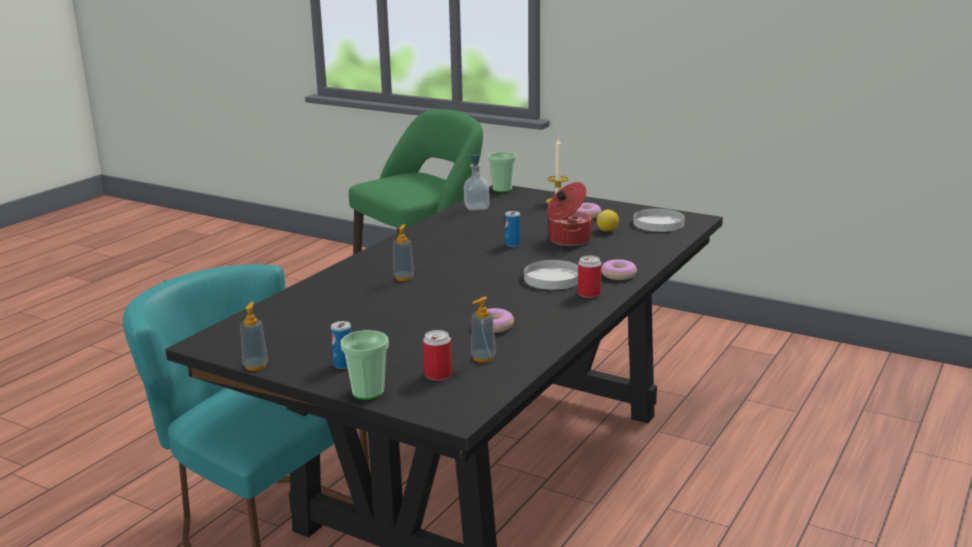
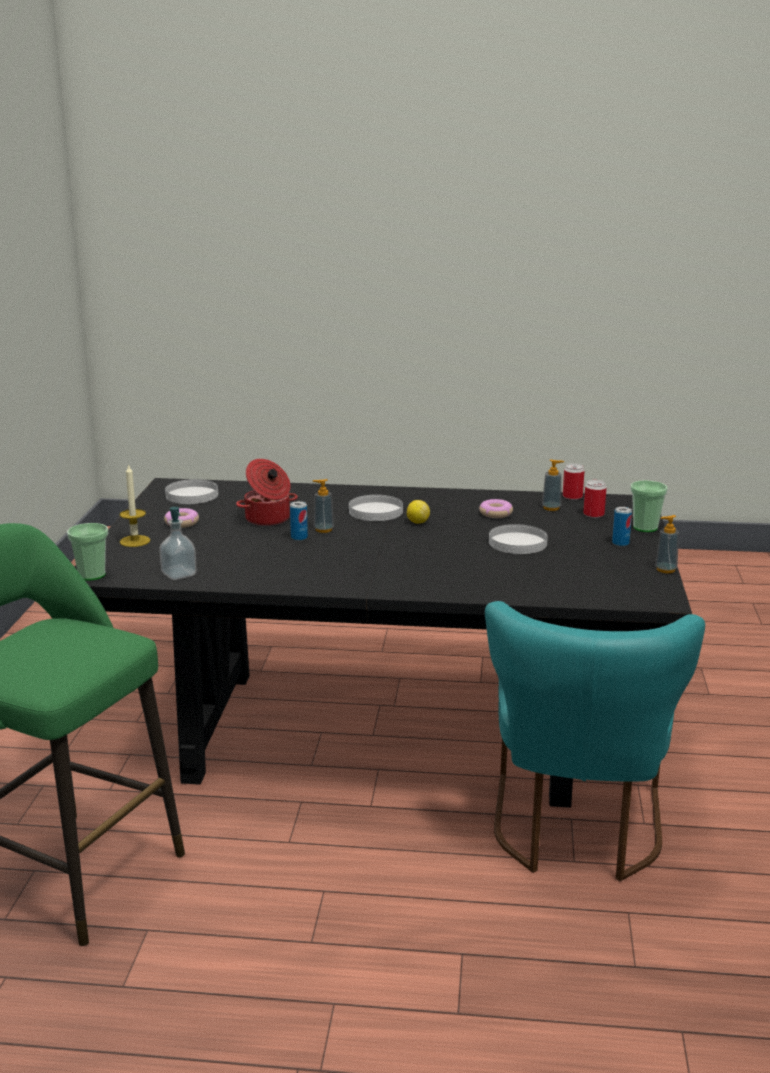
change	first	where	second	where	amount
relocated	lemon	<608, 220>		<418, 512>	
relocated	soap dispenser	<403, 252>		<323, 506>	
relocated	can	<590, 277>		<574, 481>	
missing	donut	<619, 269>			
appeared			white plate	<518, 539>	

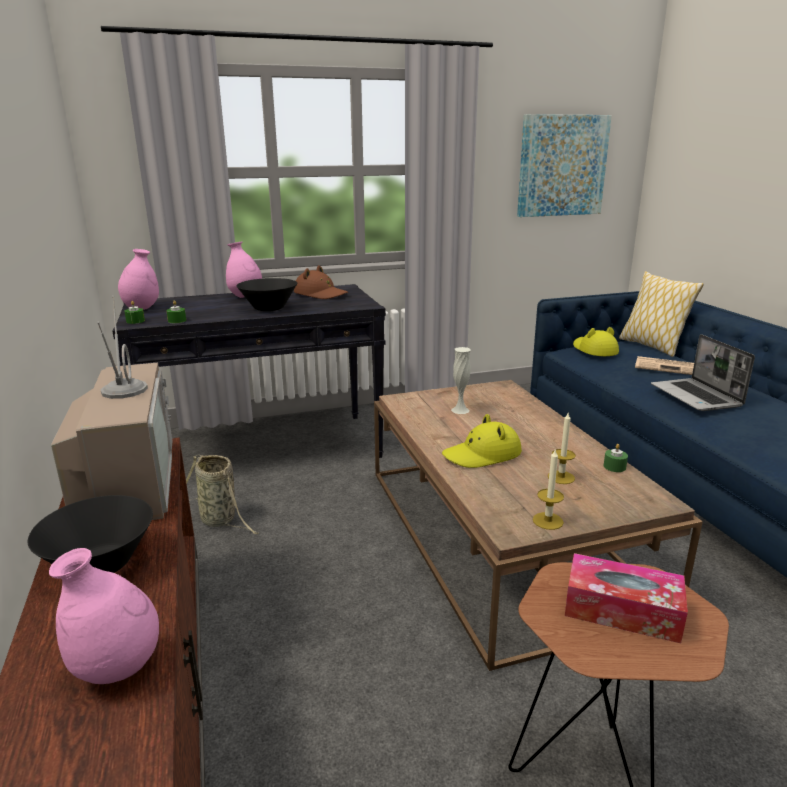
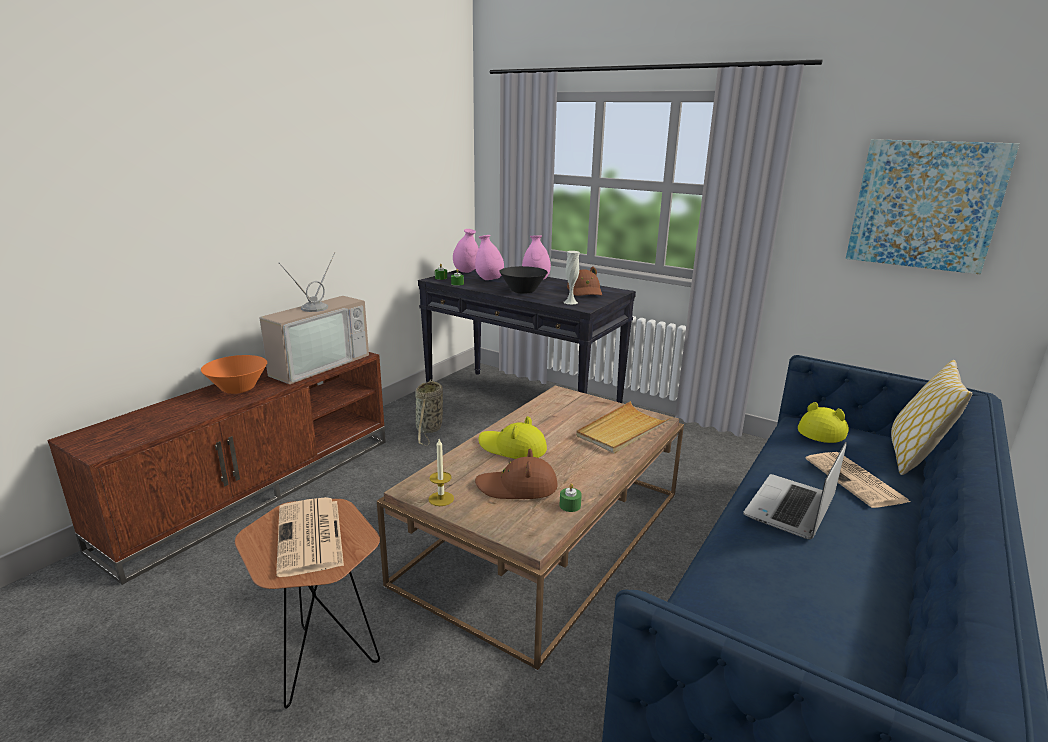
change	first	where	second	where	amount
relocated	white vase	<461, 380>		<572, 278>	
exchanged	candle	<562, 448>	brown hat	<516, 474>	
colour	black bowl	<90, 534>	orange bowl	<234, 374>	
relocated	pink vase	<104, 616>		<489, 257>	
exchanged	tissue box	<626, 598>	newspaper	<310, 537>	
appeared			beige tray	<624, 427>	

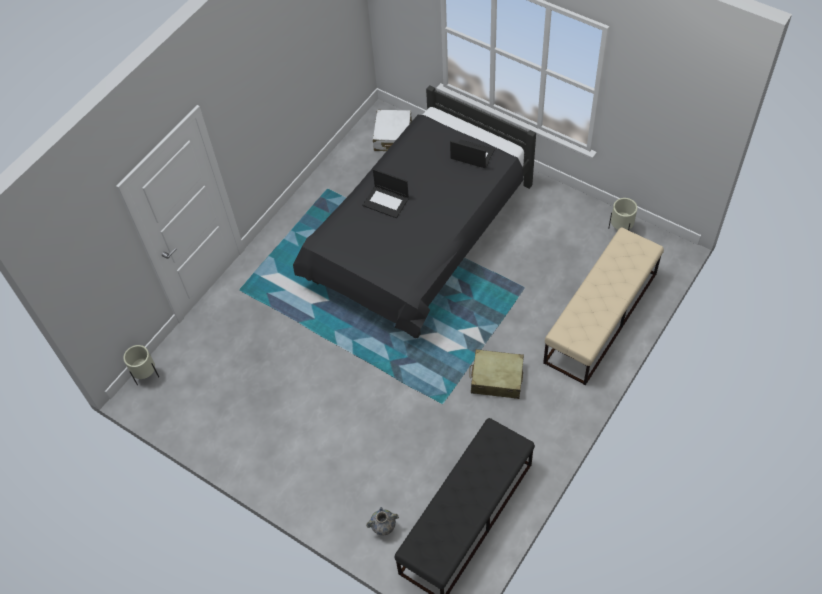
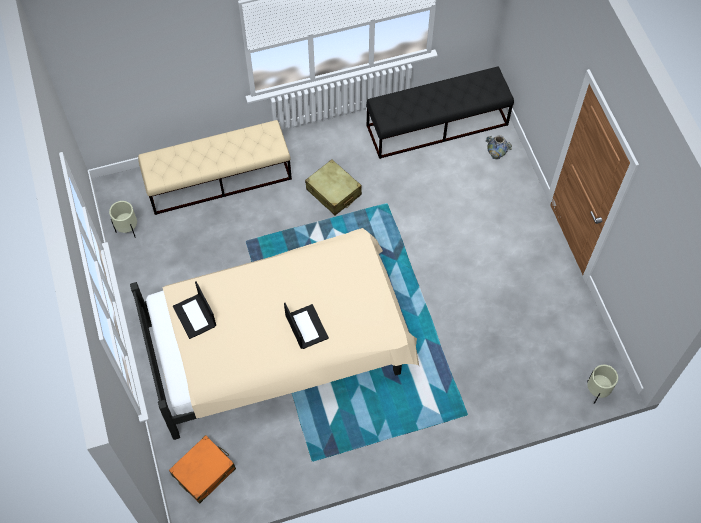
change	first	where	second	where	amount
colour	black bed	<414, 211>	beige bed	<274, 334>	
colour	white suitcase	<392, 130>	orange suitcase	<202, 469>	

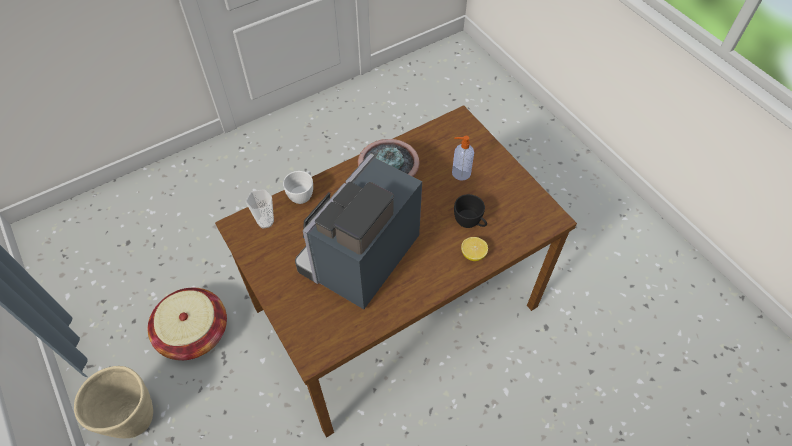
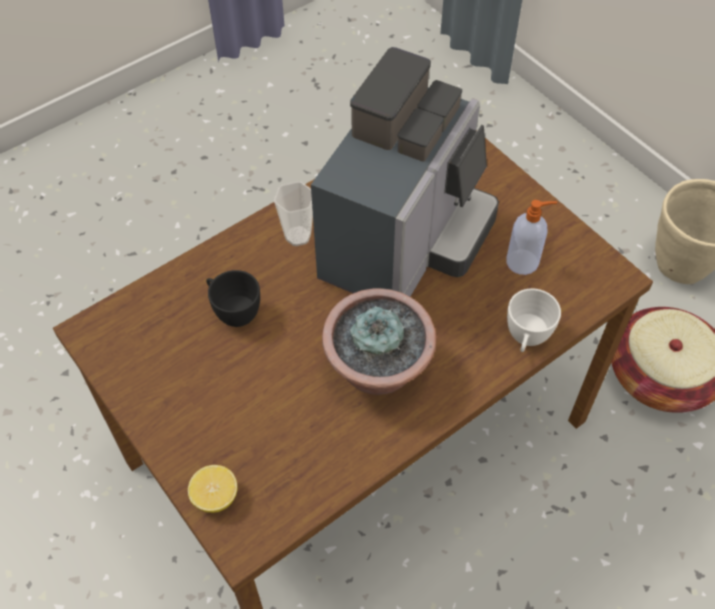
change	first	where	second	where	amount
relocated	soap dispenser	<463, 158>		<531, 237>	
relocated	cup	<260, 209>		<293, 213>	
relocated	lemon	<474, 249>		<213, 489>	

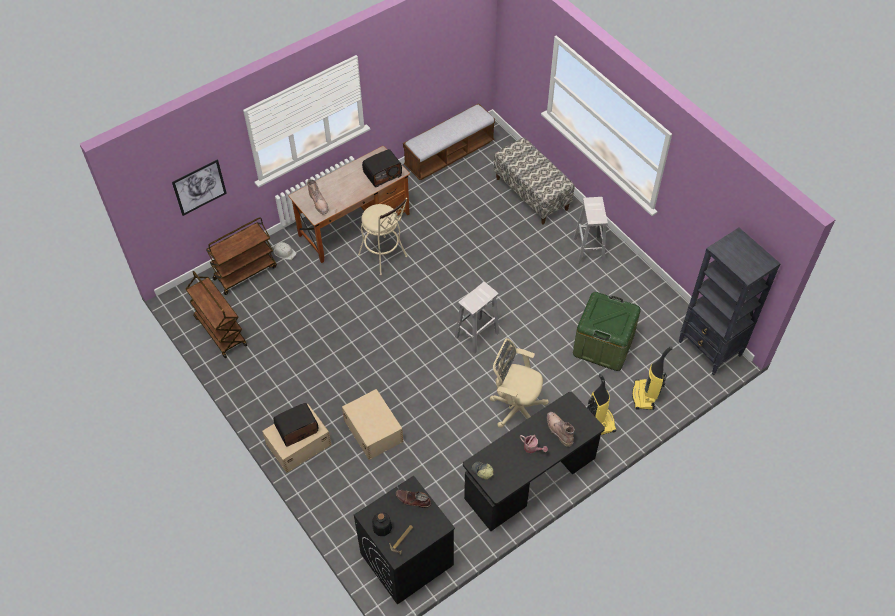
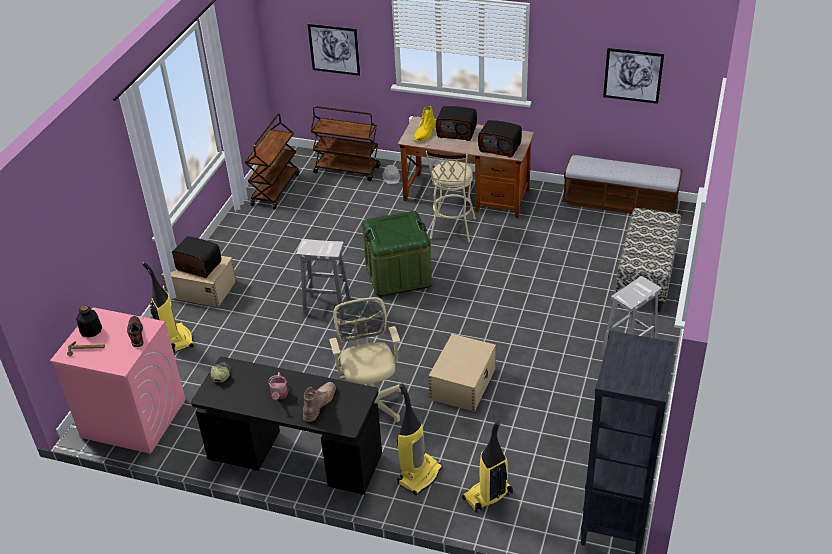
change	first	where	second	where	amount
colour	brown boot	<317, 196>	yellow boot	<424, 124>	
relocated	white stool	<477, 318>		<323, 277>	
relocated	green storage box	<607, 331>		<397, 253>	
relocated	beige storage box	<372, 424>		<462, 373>	
colour	black washing machine	<404, 540>	pink washing machine	<118, 380>	
appeared			picture	<633, 76>	
appeared			radio	<456, 123>	
appeared			vacuum cleaner	<167, 307>	

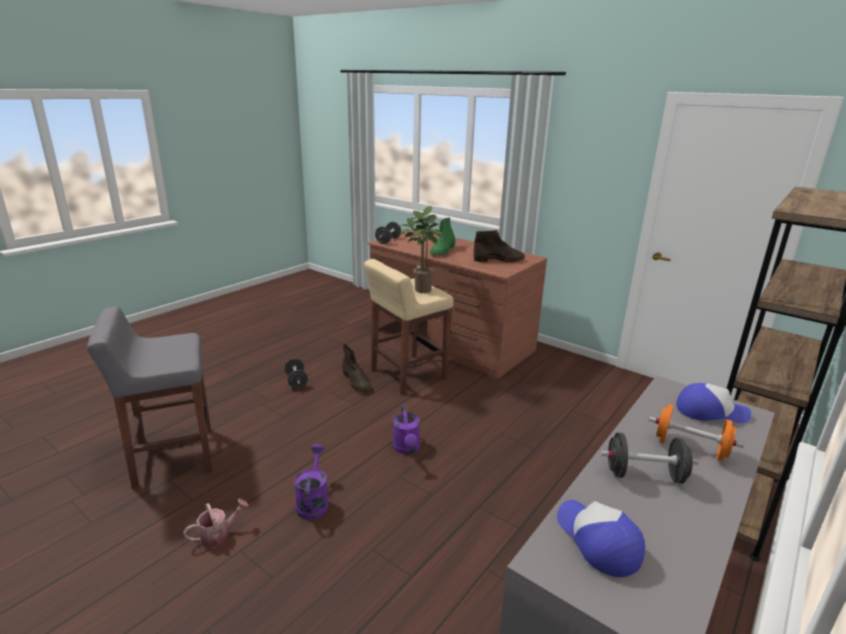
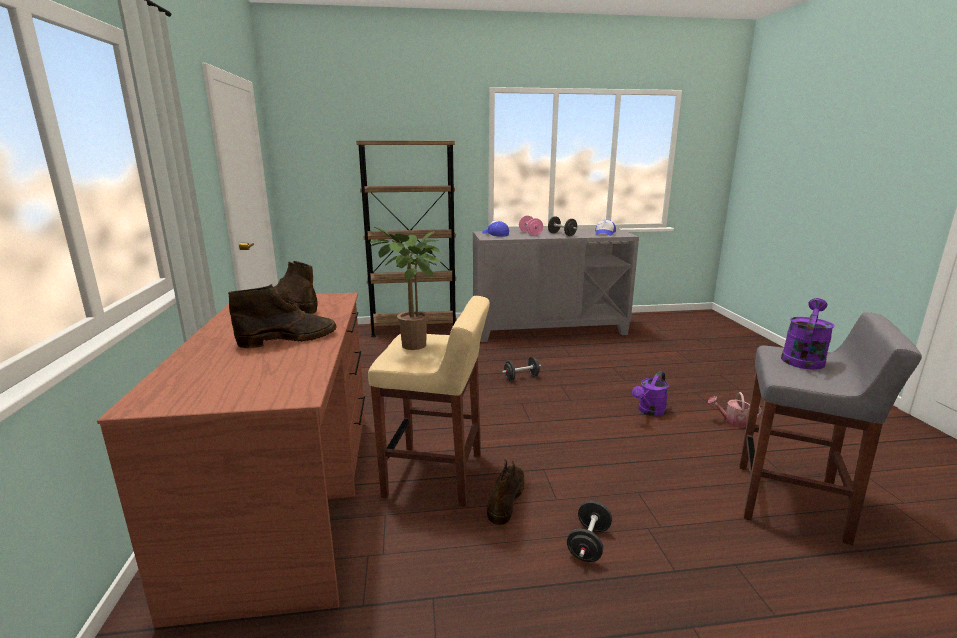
change	first	where	second	where	amount
colour	green boot	<443, 236>	brown boot	<282, 316>	
relocated	black dumbbell	<388, 233>		<521, 369>	
colour	orange dumbbell	<696, 432>	pink dumbbell	<531, 225>	
relocated	purple watering can	<406, 429>		<808, 334>	

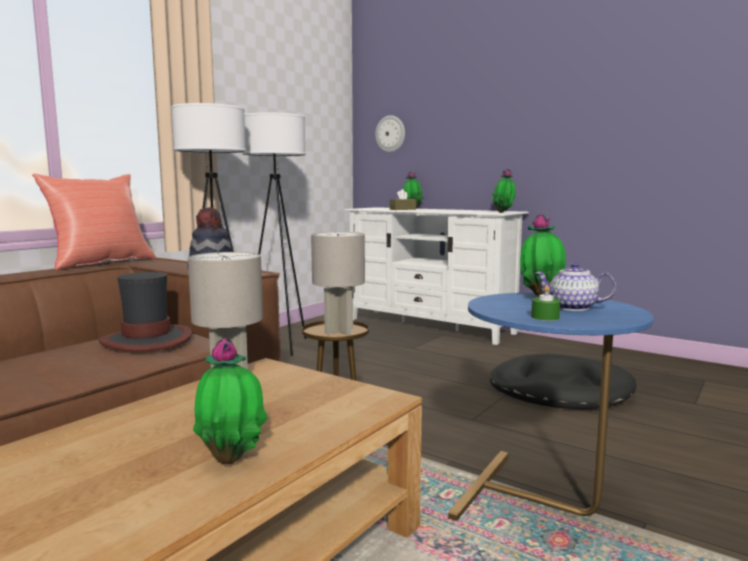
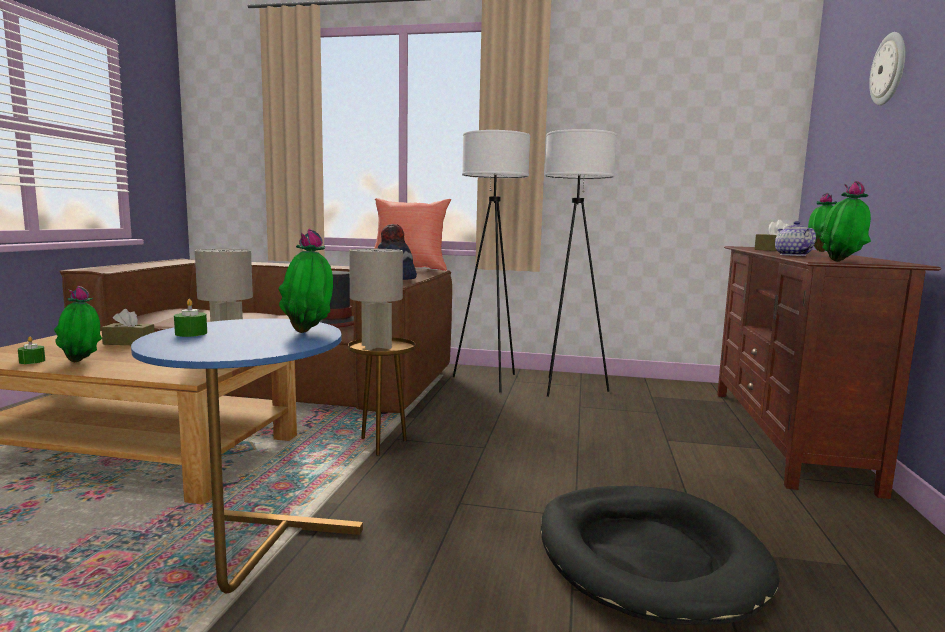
change	first	where	second	where	amount
relocated	wall clock	<390, 133>		<887, 68>	
colour	white tv stand	<436, 276>	brown tv stand	<829, 372>	
relocated	teapot	<575, 287>		<795, 238>	
appeared			brown tissue box	<128, 327>	
appeared			green candle	<31, 350>	

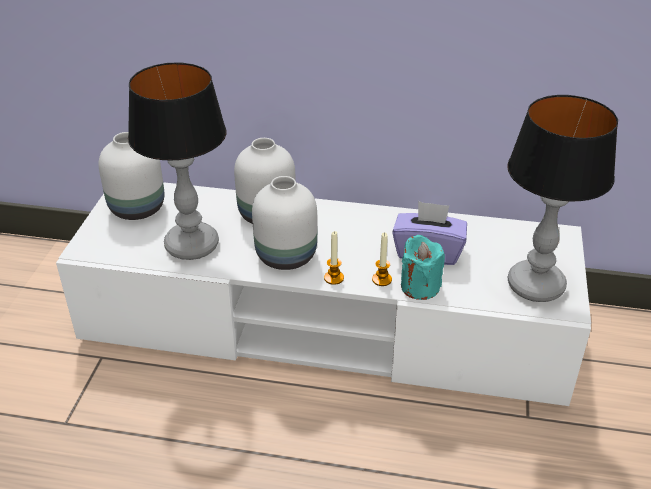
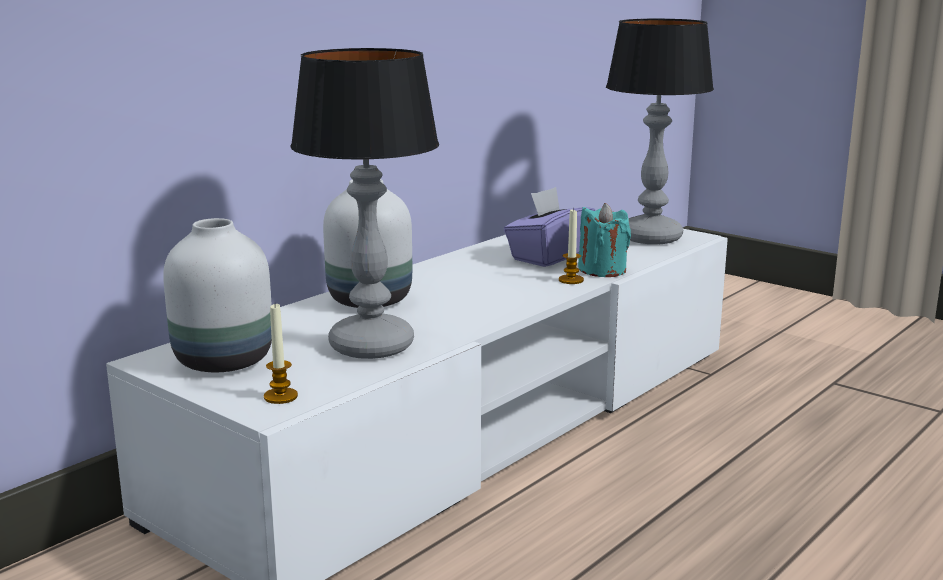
change	first	where	second	where	amount
missing	white vase	<284, 223>			
relocated	candle	<334, 258>		<281, 354>	

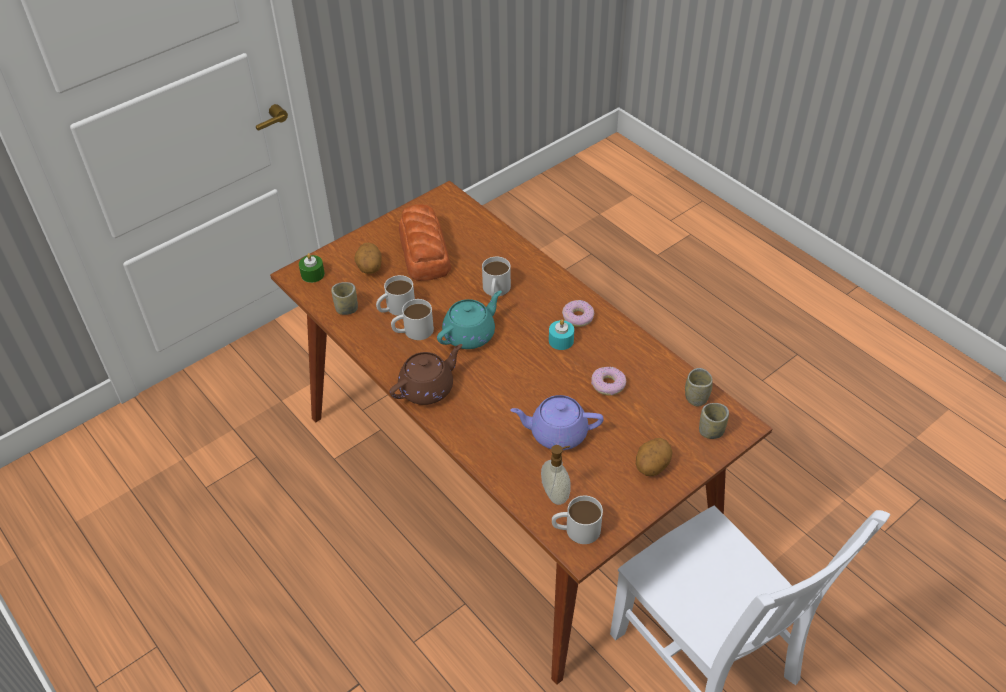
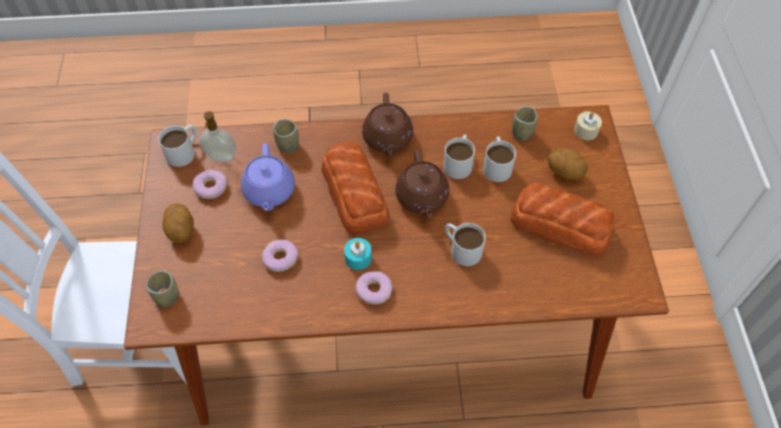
change	first	where	second	where	amount
colour	green candle	<312, 268>	beige candle	<588, 125>	
colour	turquoise teapot	<469, 320>	brown teapot	<422, 183>	
relocated	cup	<699, 387>		<286, 136>	
spun	purple teapot	<557, 422>		<268, 177>	135 degrees clockwise
appeared			bread	<355, 188>	
appeared			donut	<210, 184>	

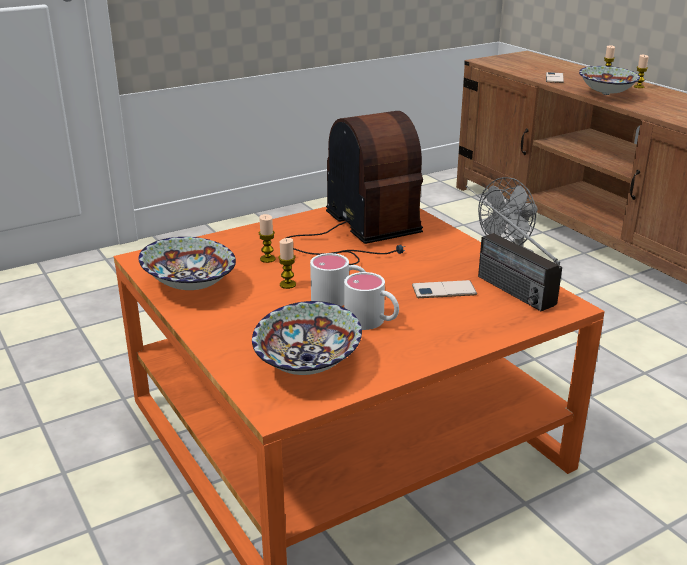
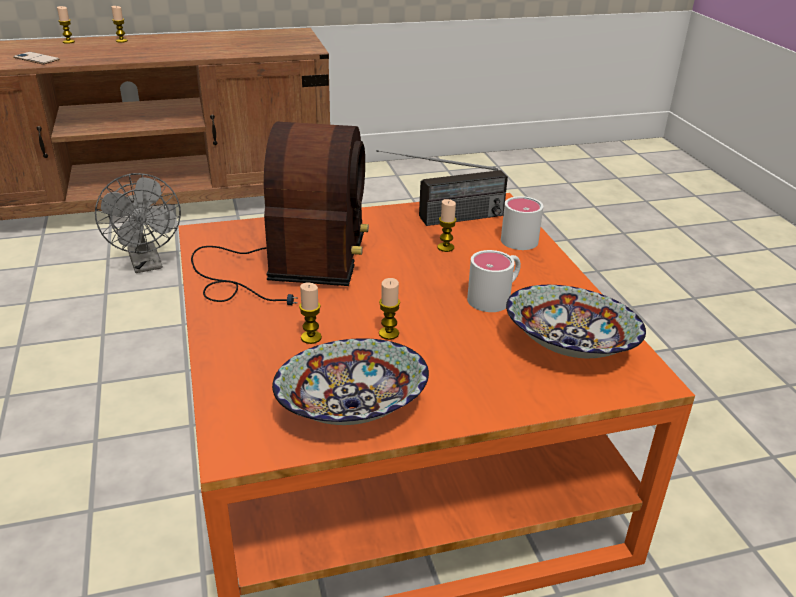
change	first	where	second	where	amount
missing	bowl	<609, 80>			
spun	radio	<354, 188>		<280, 213>	105 degrees clockwise
relocated	white mug	<338, 279>		<522, 223>	
exchanged	phone	<444, 289>	candle	<447, 225>	

